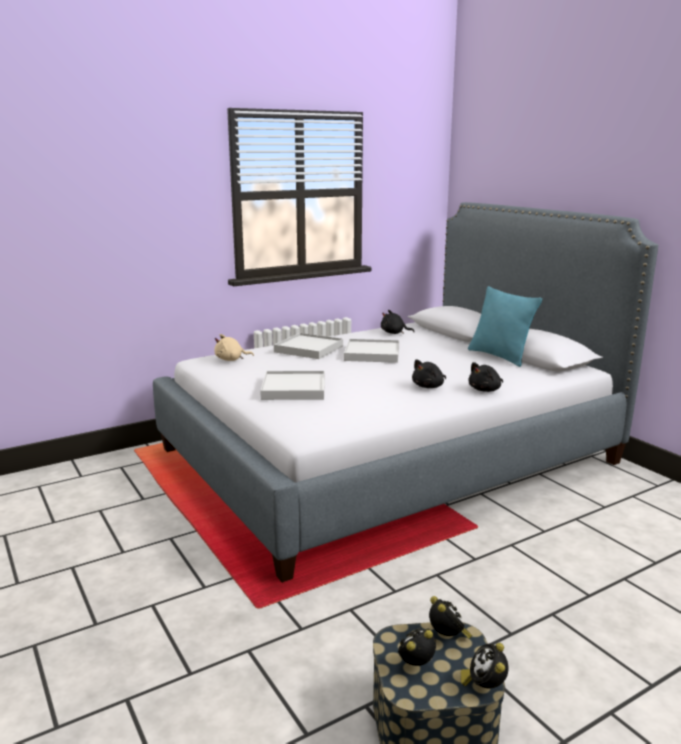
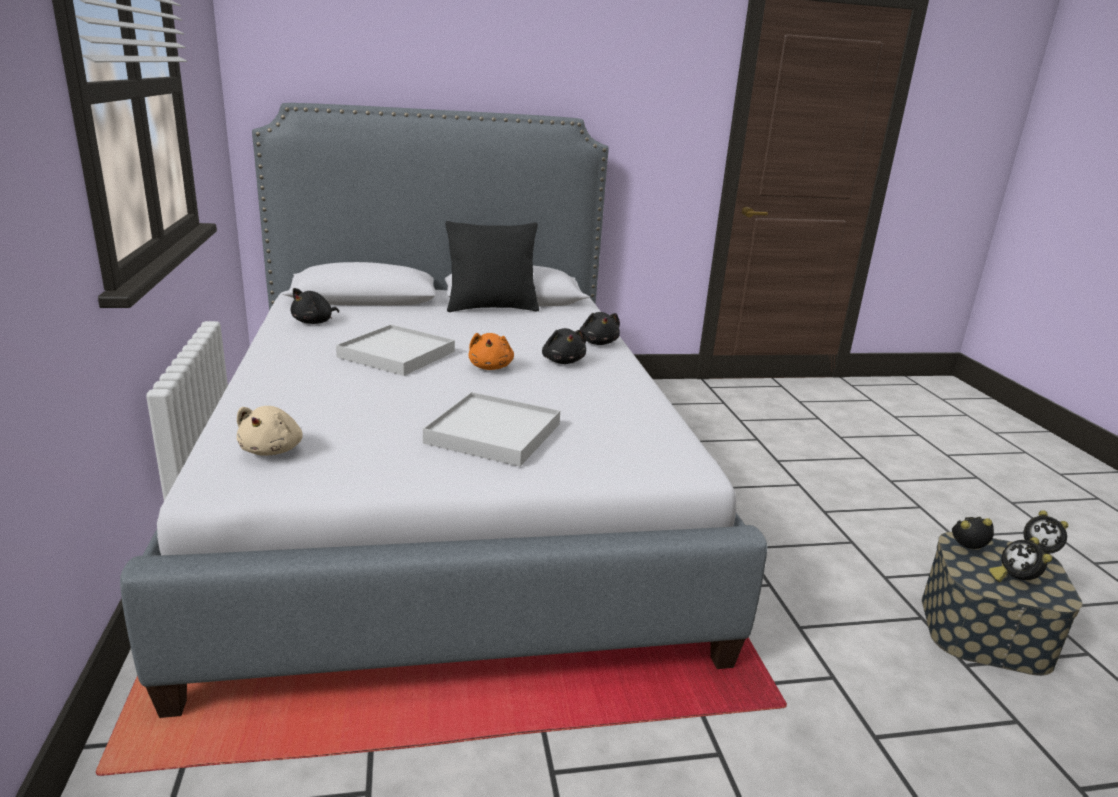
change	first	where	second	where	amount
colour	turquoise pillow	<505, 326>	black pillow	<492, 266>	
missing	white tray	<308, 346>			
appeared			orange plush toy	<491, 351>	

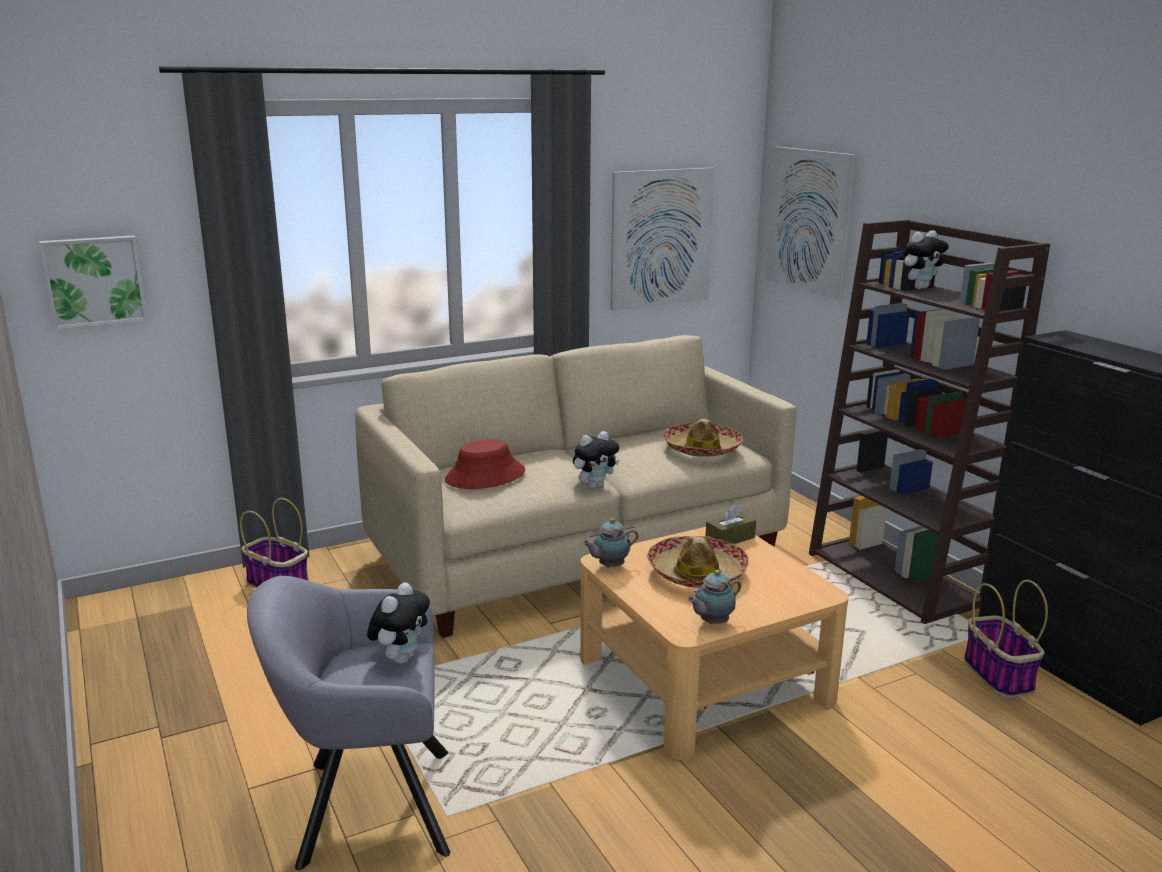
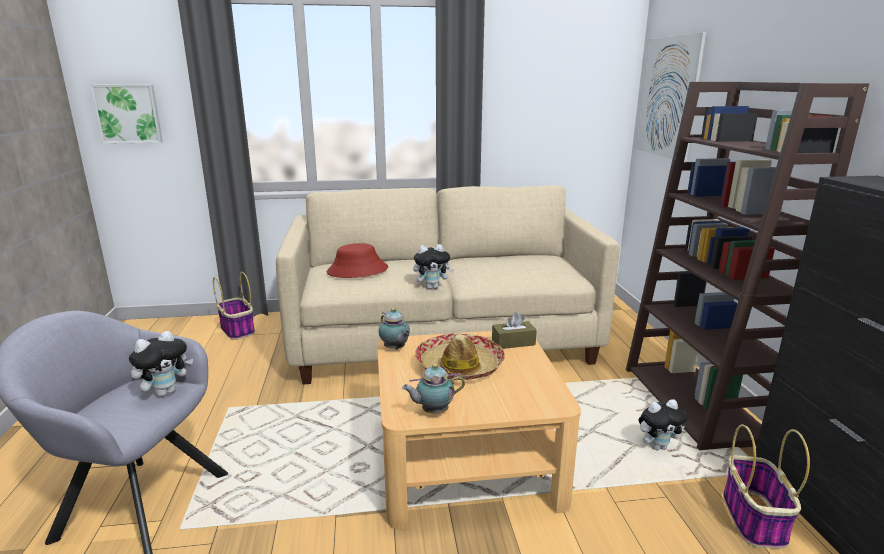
change	first	where	second	where	amount
missing	picture	<662, 239>			
relocated	plush toy	<924, 259>		<663, 424>	
missing	hat	<703, 438>			
spun	teapot	<611, 542>		<394, 329>	120 degrees counterclockwise

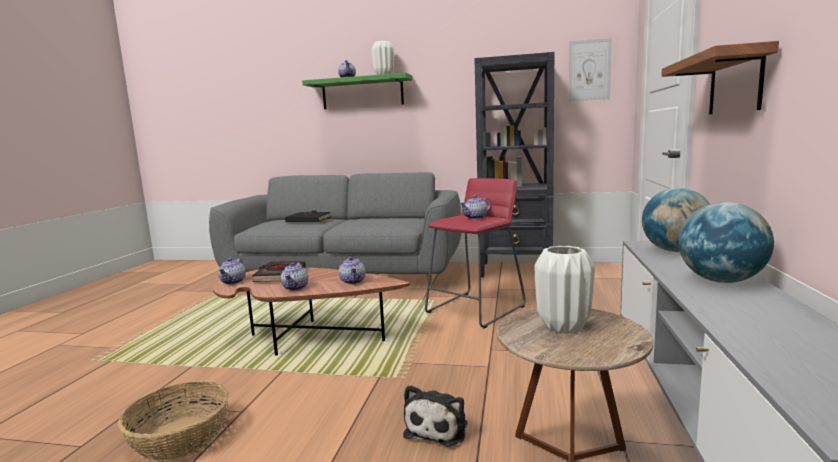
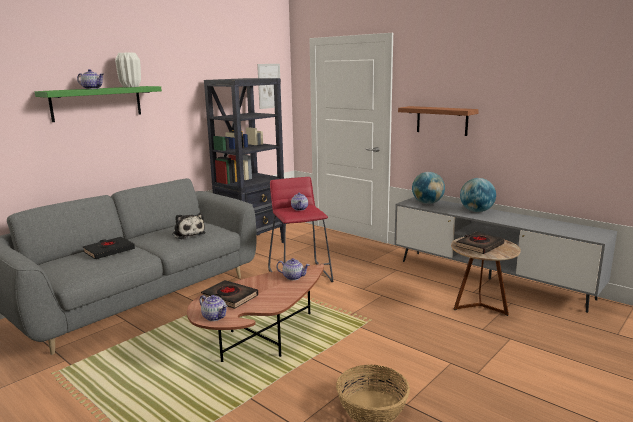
change	first	where	second	where	amount
exchanged	white vase	<565, 290>	black book	<480, 243>	
missing	teapot	<295, 276>			
relocated	plush toy	<435, 416>		<189, 226>	

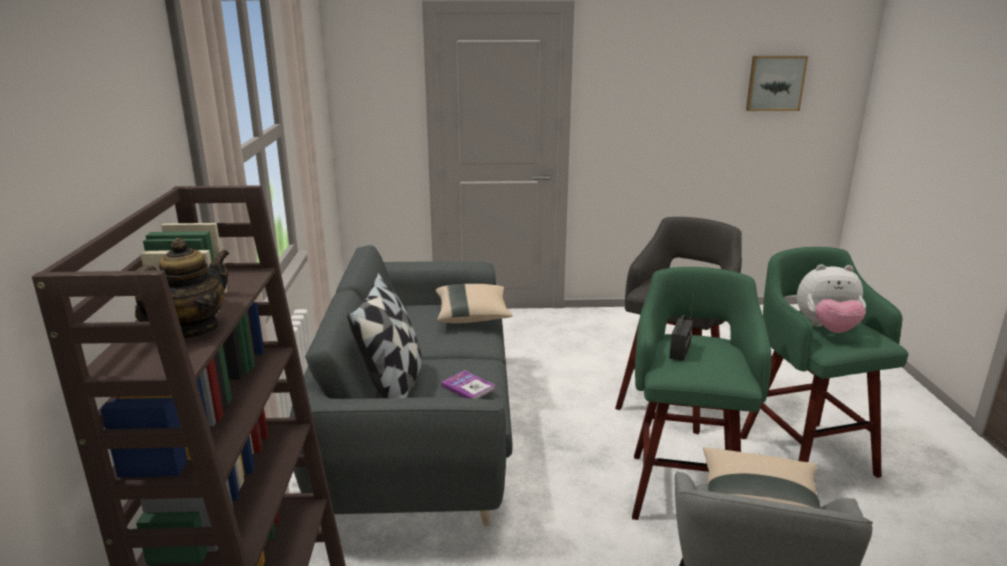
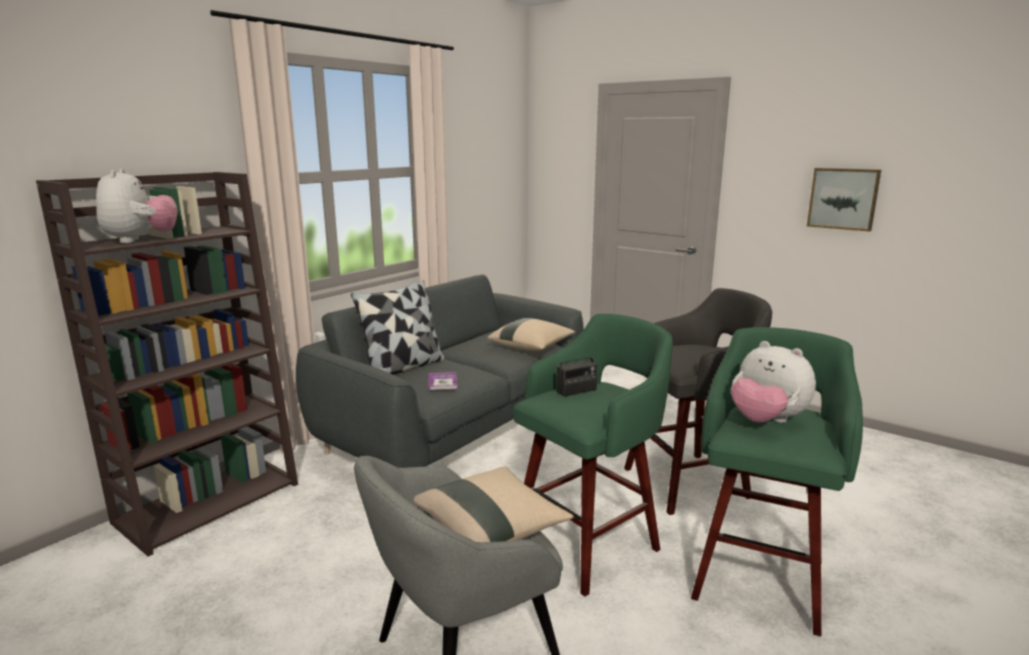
change	first	where	second	where	amount
relocated	picture	<777, 83>		<844, 200>	
exchanged	teapot	<182, 288>	plush toy	<137, 206>	

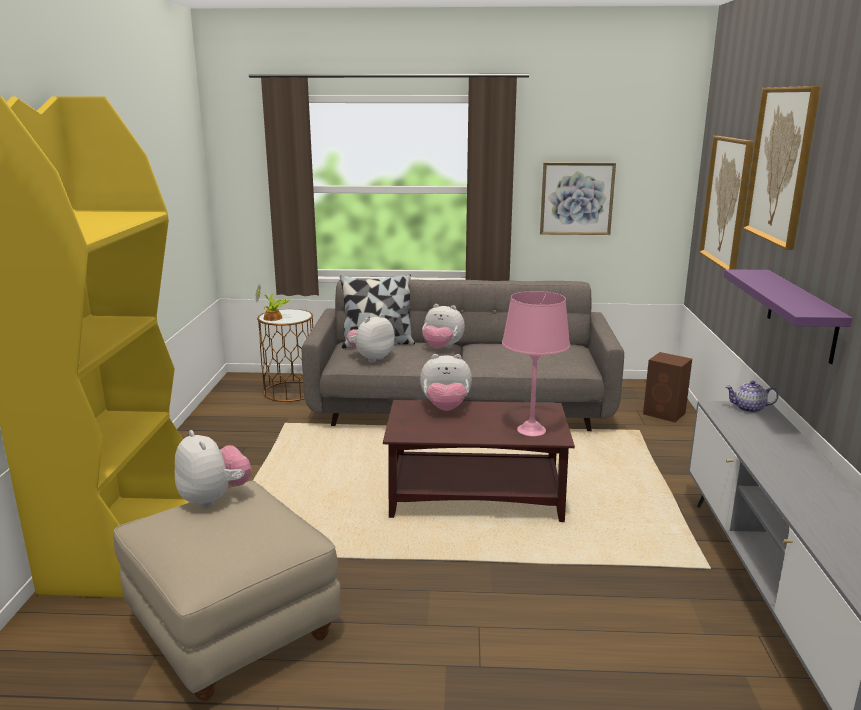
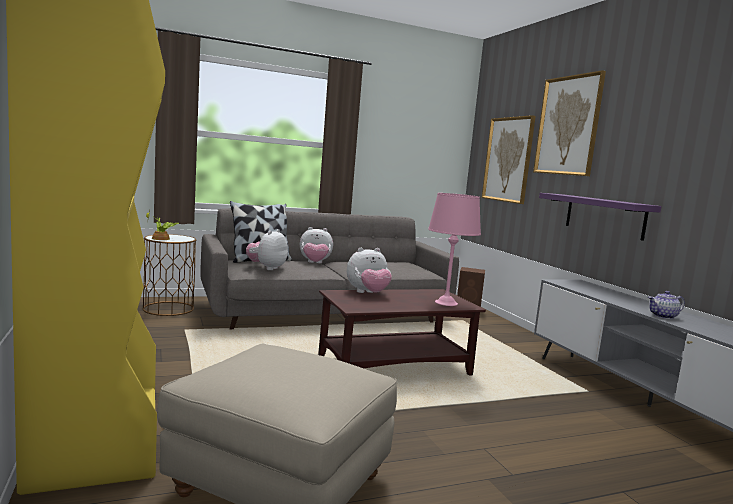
change	first	where	second	where	amount
missing	picture	<578, 198>			
relocated	teapot	<751, 396>		<666, 305>	
missing	plush toy	<213, 469>			

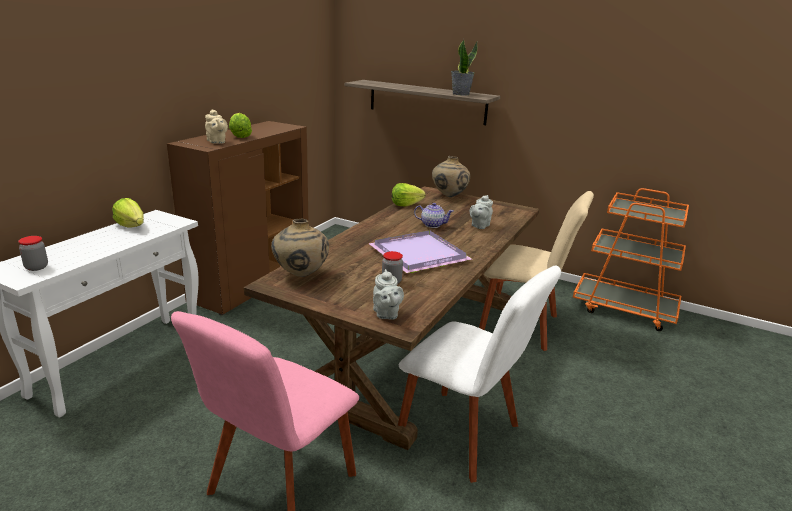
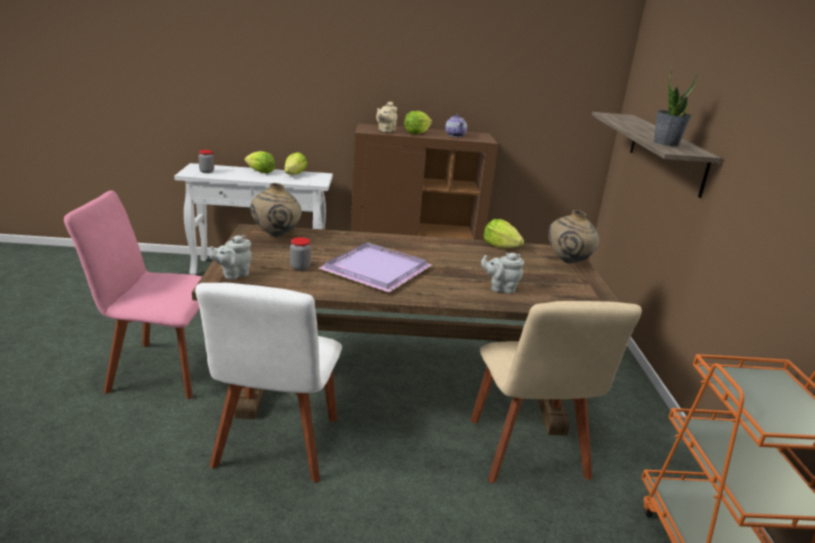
change	first	where	second	where	amount
relocated	teapot	<434, 215>		<456, 125>	
appeared			lettuce	<260, 162>	

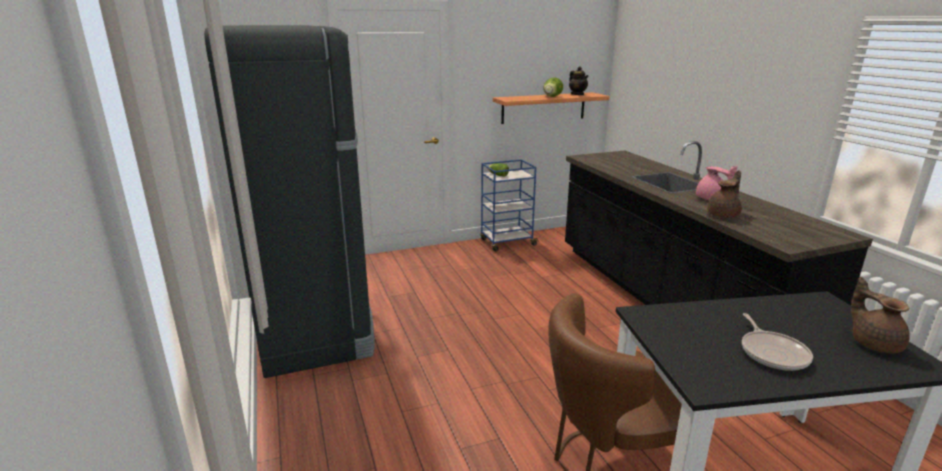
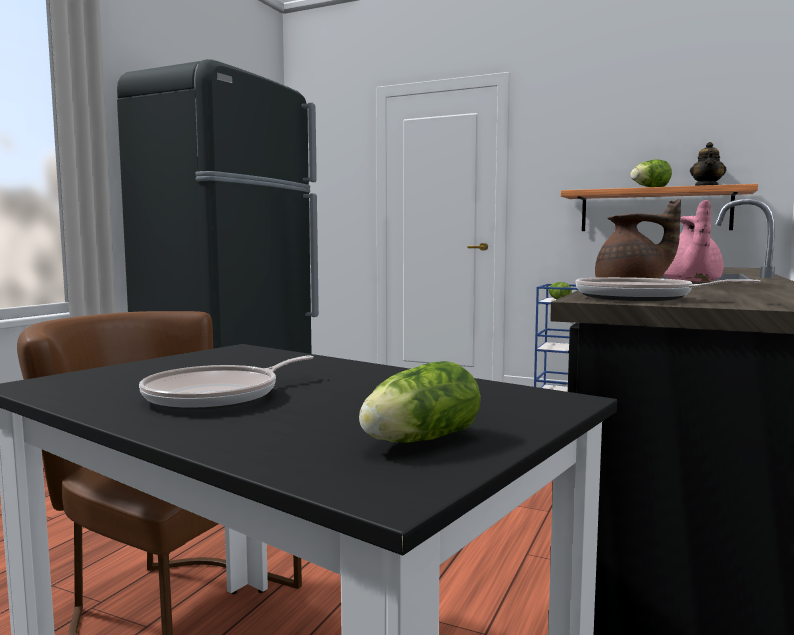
change	first	where	second	where	amount
exchanged	brown teapot	<880, 315>	lettuce	<420, 402>	
appeared			frying pan	<668, 289>	

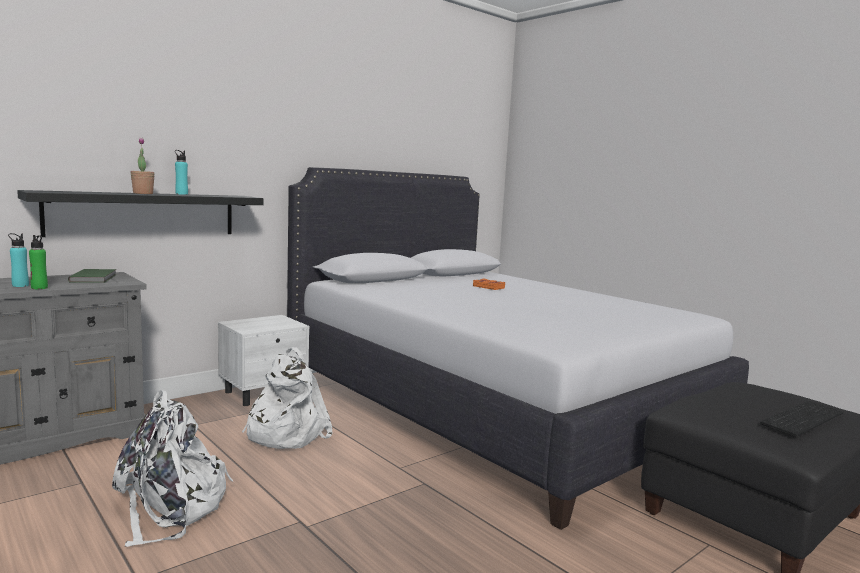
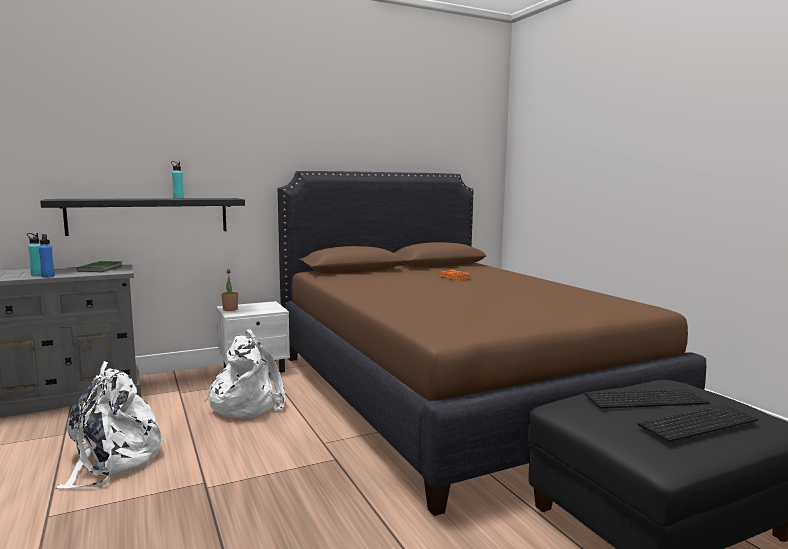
change	first	where	second	where	amount
relocated	potted plant	<142, 166>		<229, 290>	
colour	white bed	<518, 348>	brown bed	<491, 343>	
colour	green bottle	<38, 262>	blue bottle	<47, 255>	
appeared			keyboard	<647, 399>	

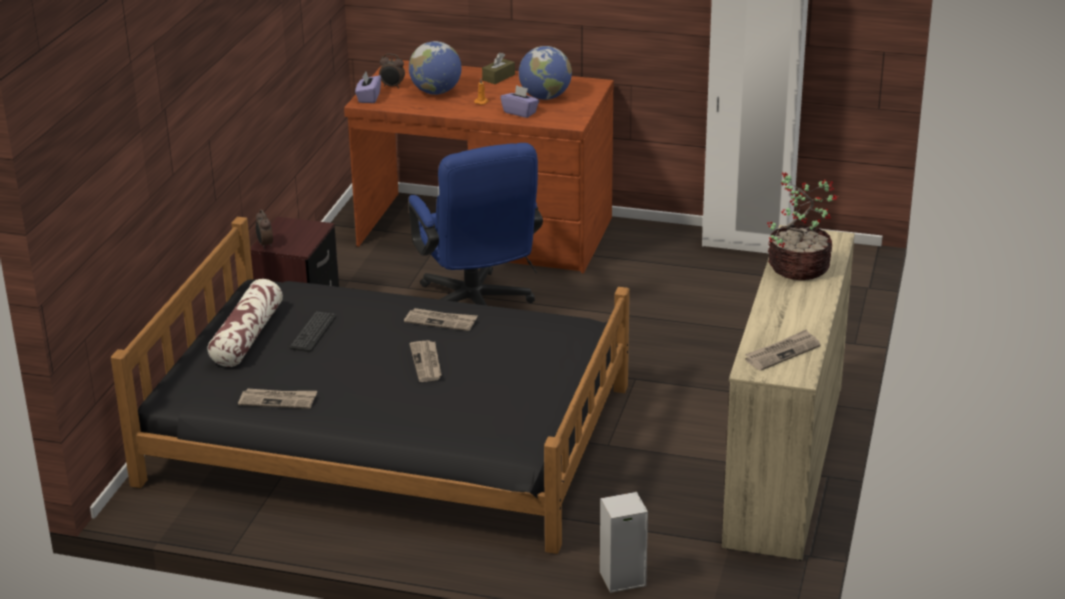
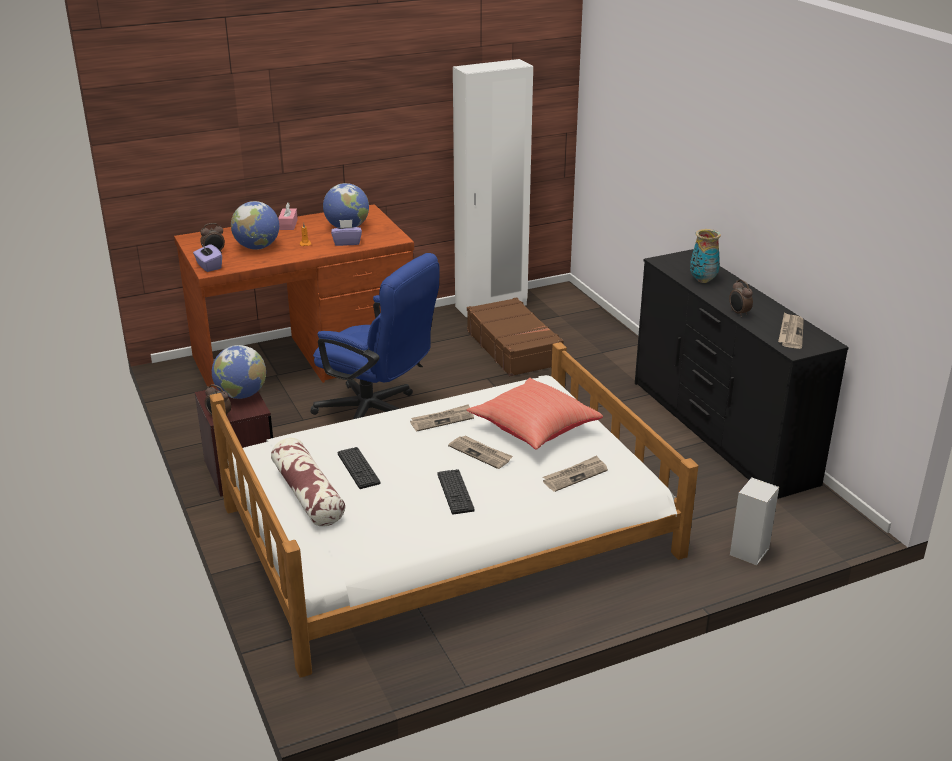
change	first	where	second	where	amount
colour	brown tissue box	<498, 68>	pink tissue box	<288, 216>	
exchanged	potted plant	<802, 226>	vase	<705, 256>	
colour	black bed	<370, 385>	white bed	<454, 510>	
colour	beige dresser	<788, 393>	black dresser	<742, 374>	
relocated	newspaper	<277, 398>		<575, 474>	
appeared			alarm clock	<741, 298>	
appeared			brown suitcase	<515, 336>	
appeared			globe	<239, 372>	
appeared			red pillow	<535, 414>	
appeared			keyboard	<456, 492>	

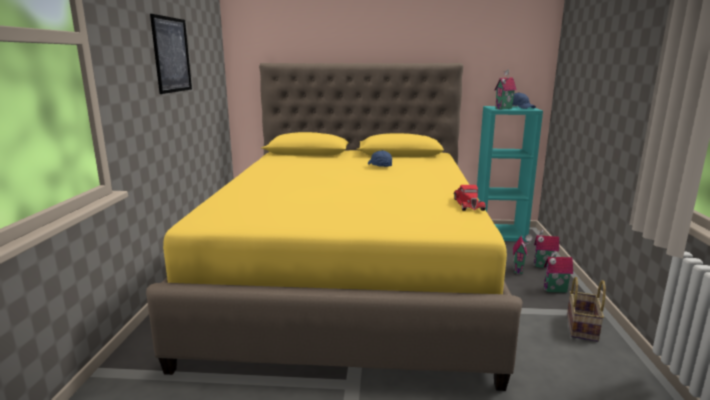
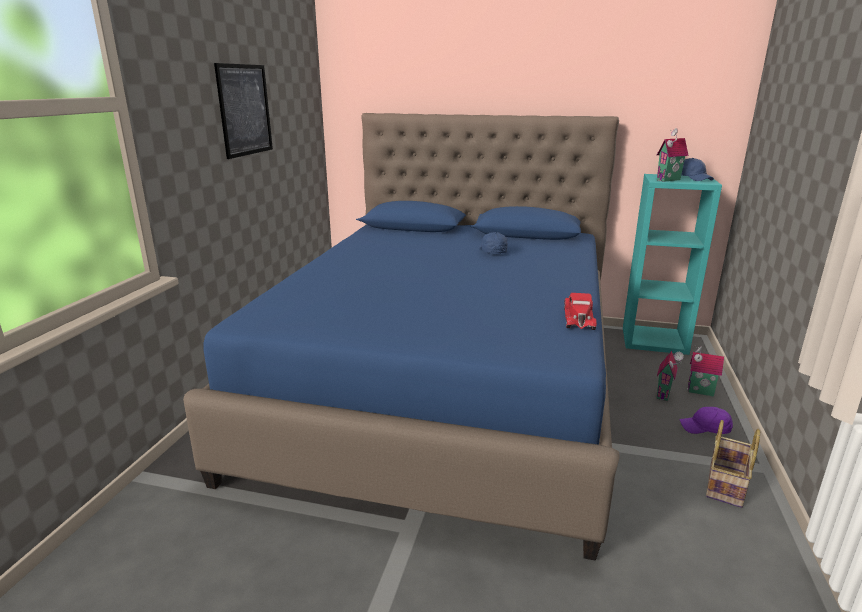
change	first	where	second	where	amount
colour	yellow bed	<334, 227>	blue bed	<401, 337>	
exchanged	toy house	<558, 271>	purple cap	<706, 420>	

